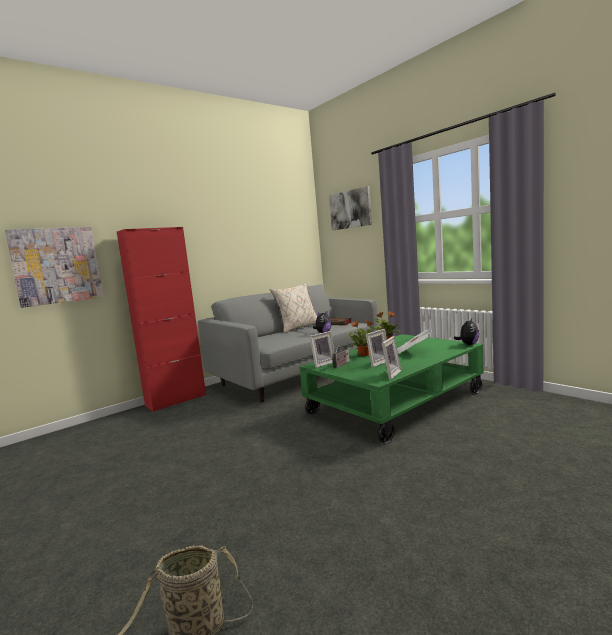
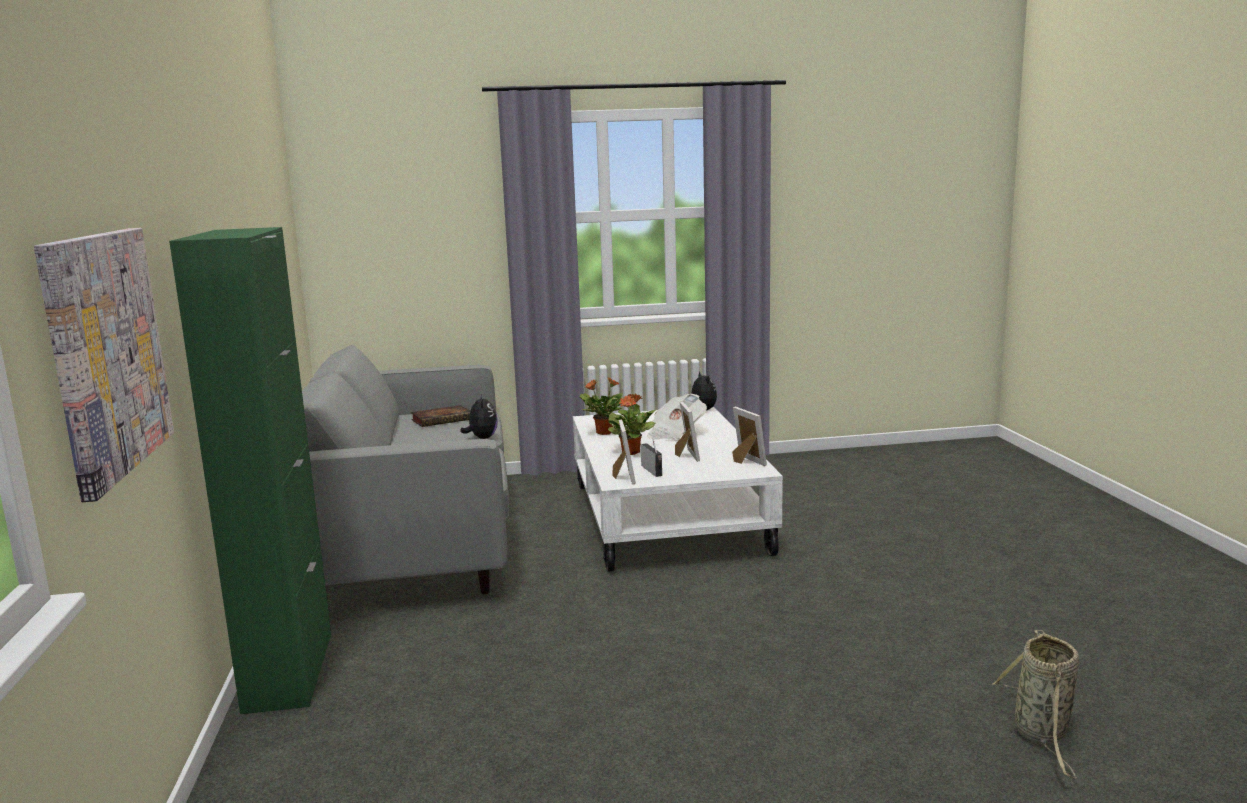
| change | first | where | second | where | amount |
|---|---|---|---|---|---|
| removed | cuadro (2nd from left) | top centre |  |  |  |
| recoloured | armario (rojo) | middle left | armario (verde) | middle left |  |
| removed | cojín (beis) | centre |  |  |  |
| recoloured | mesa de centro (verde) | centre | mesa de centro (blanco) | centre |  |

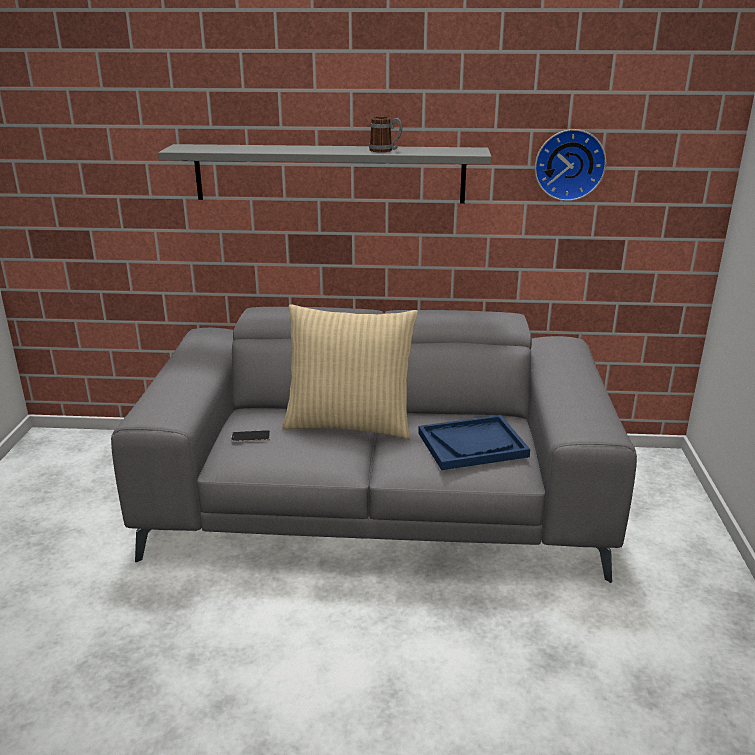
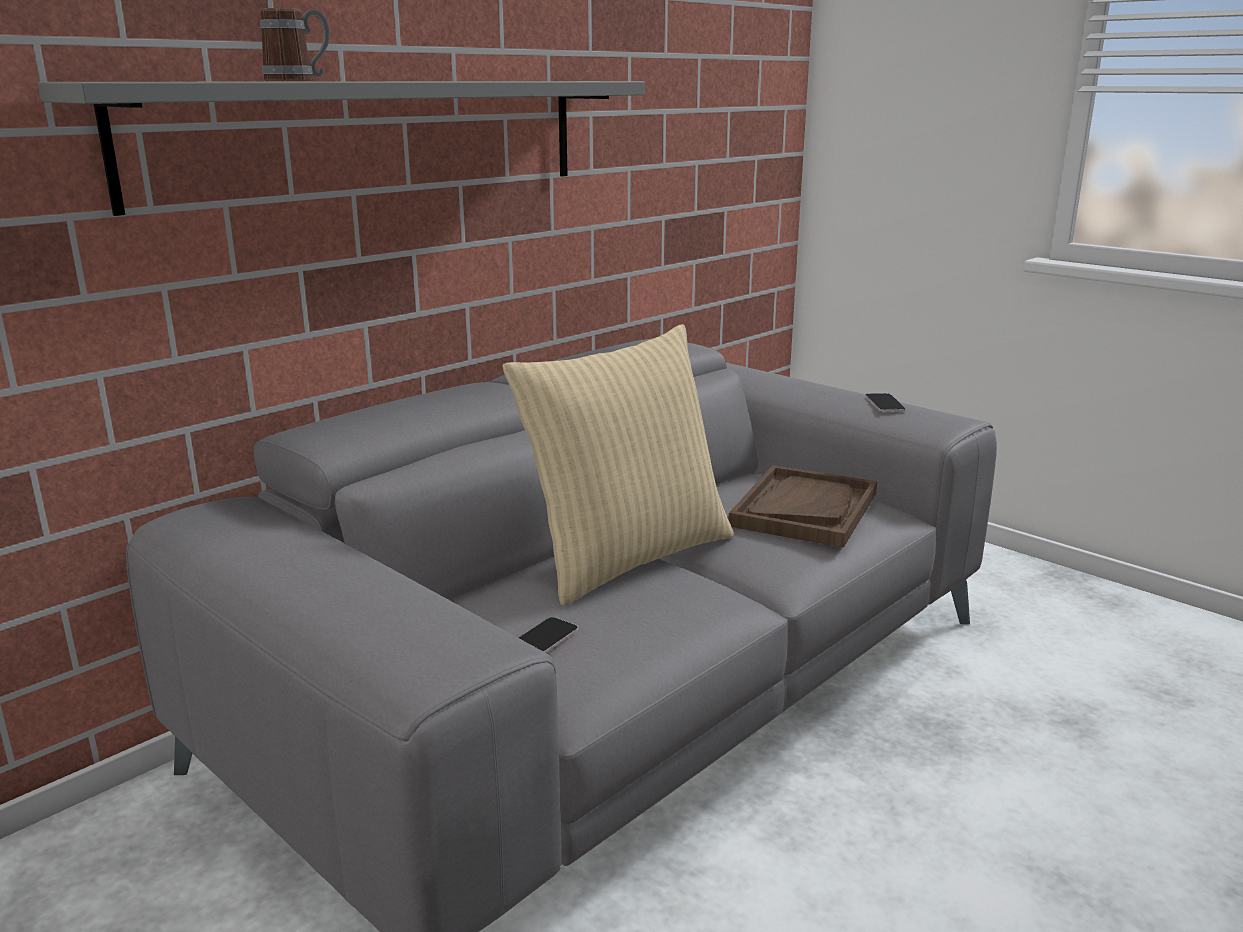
| change | first | where | second | where | amount |
|---|---|---|---|---|---|
| moved | taza grande | top centre |  | top left |  |
| removed | reloj de pared | top right |  |  |  |
| recoloured | bandeja (azul) | centre | bandeja (marrón) | centre |  |
| added |  |  | móvil (2nd from left) | middle right |  |

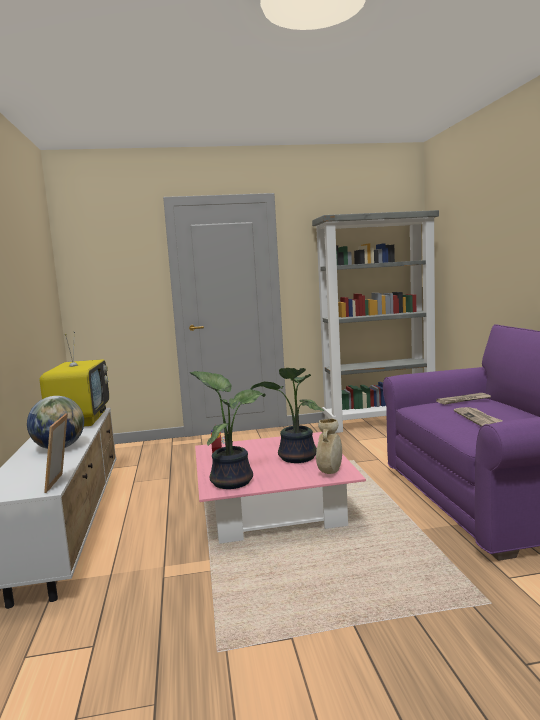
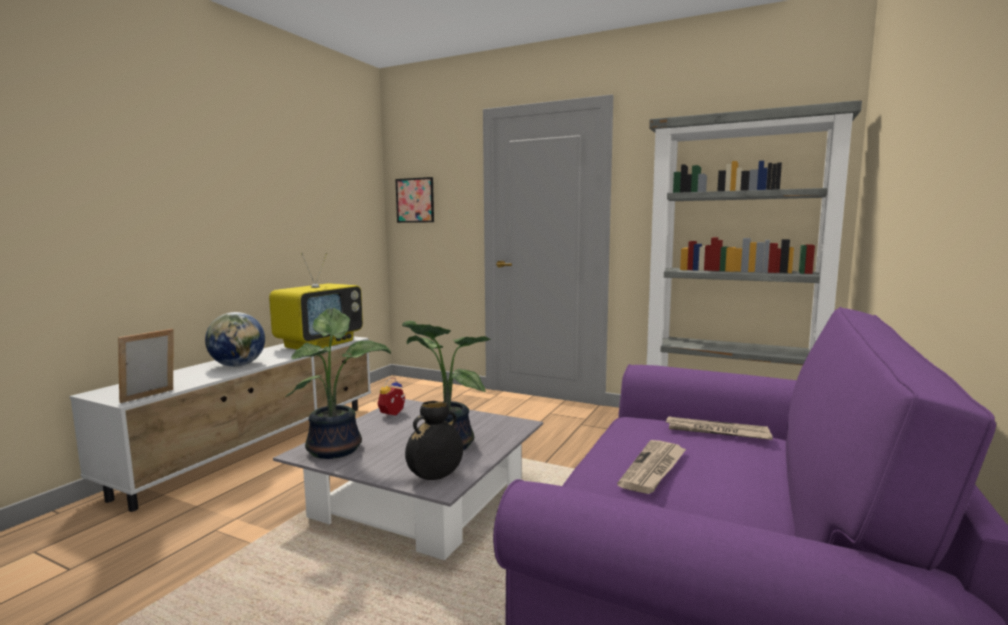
| change | first | where | second | where | amount |
|---|---|---|---|---|---|
| recoloured | florero (beis) | centre | florero (negro) | bottom centre |  |
| recoloured | mesa de centro (rosa) | bottom centre | mesa de centro (gris) | bottom centre |  |
| added |  |  | cuadro | top centre |  |

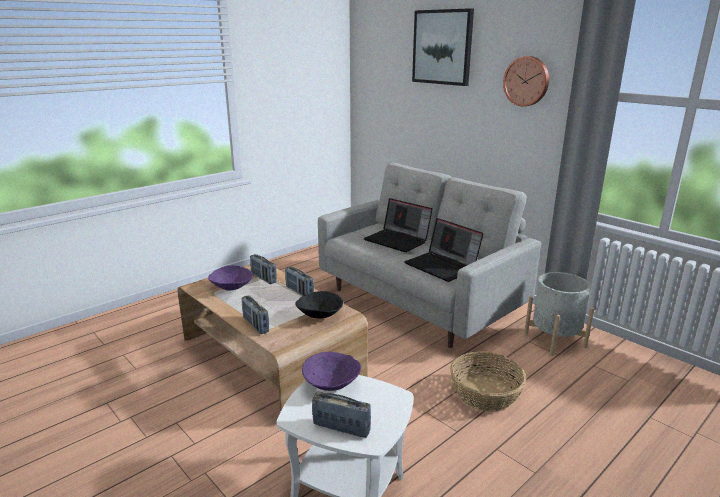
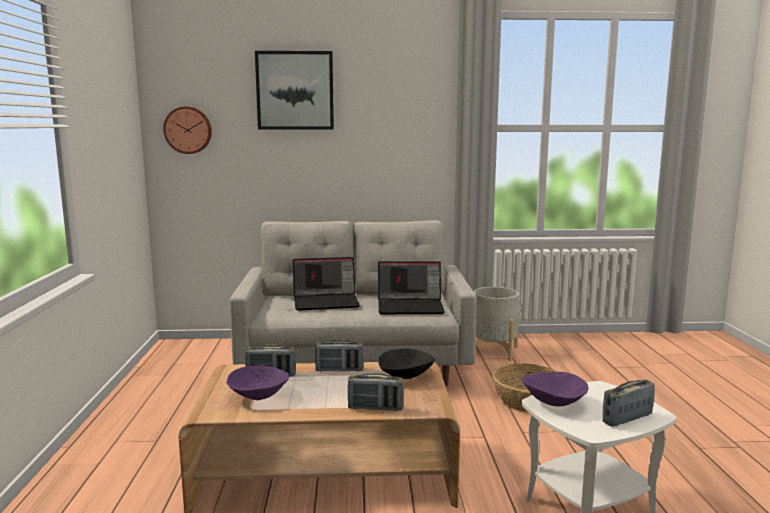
| change | first | where | second | where | amount |
|---|---|---|---|---|---|
| moved | reloj de pared | top right |  | top left |  |

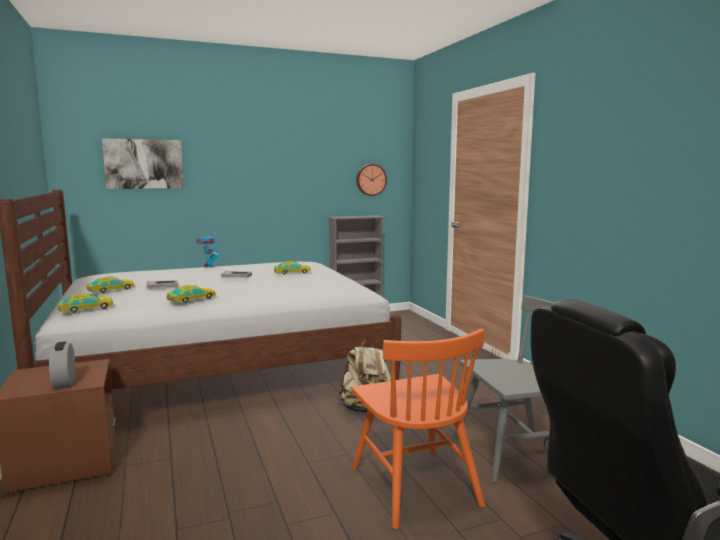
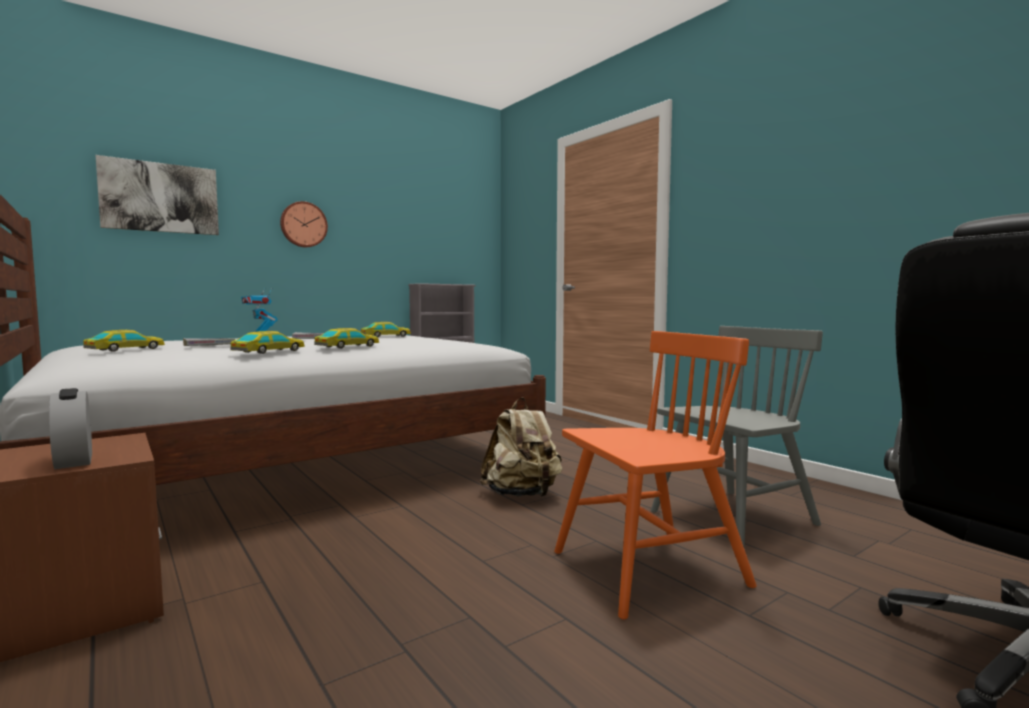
| change | first | where | second | where | amount |
|---|---|---|---|---|---|
| moved | reloj de pared | centre |  | top left |  |
| moved | coche de juguete (1st from left in the first image) | middle left | coche de juguete (3rd from left) | centre |  |
| turned | silla (naranja) | bottom centre |  | bottom centre | 75 degrees counterclockwise |

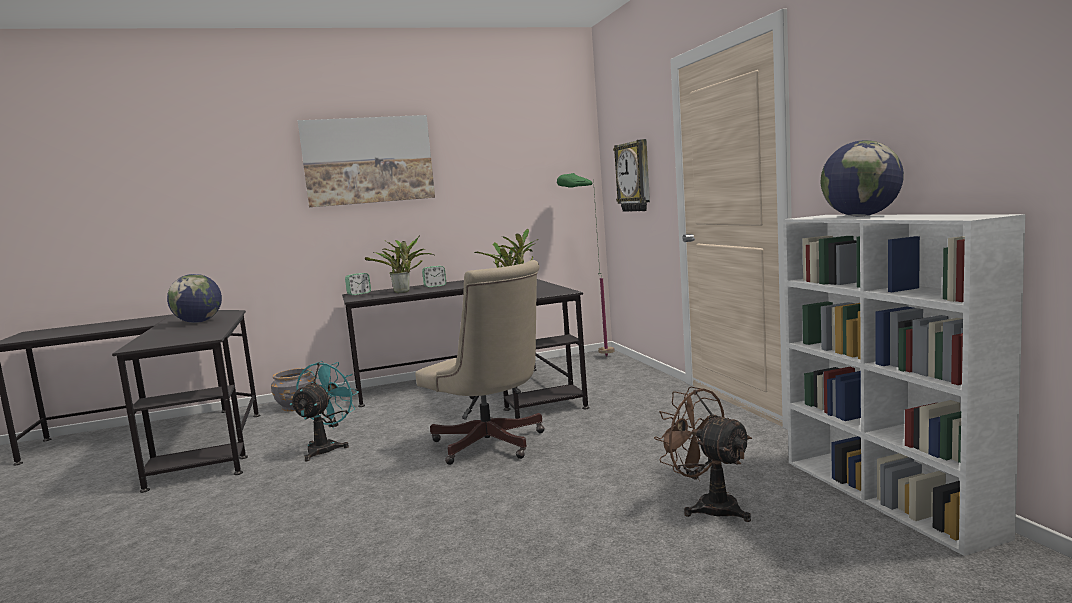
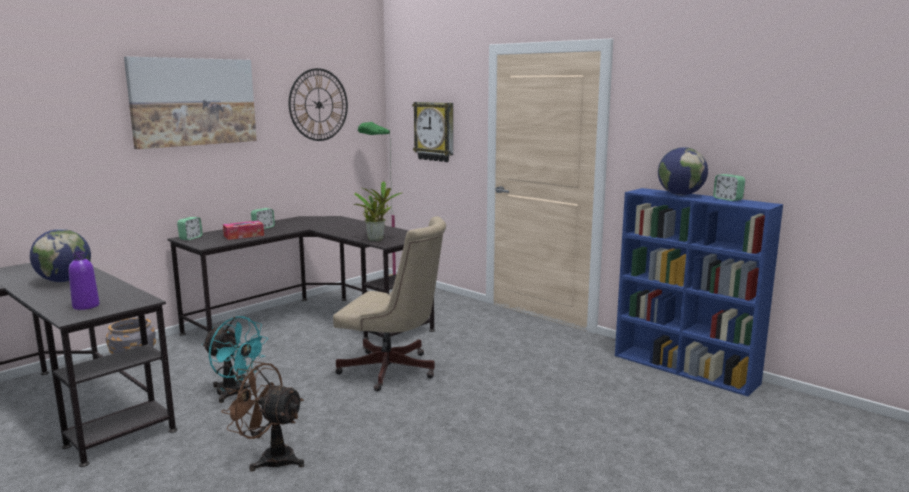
| change | first | where | second | where | amount |
|---|---|---|---|---|---|
| recoloured | estantería (blanco) | middle right | estantería (azul) | middle right |  |
| replaced | planta en maceta (1st from left) | centre | caja de pañuelos | middle left |  |
| turned | ventilador (turquesa) | bottom left |  | bottom left | 135 degrees clockwise |
| moved | ventilador (marrón) | bottom centre |  | bottom left |  |
| added |  |  | reloj de pared (1st from left) | top centre |  |
| added |  |  | despertador (3rd from left) | middle right |  |
| added |  |  | botella (morado) | middle left |  |

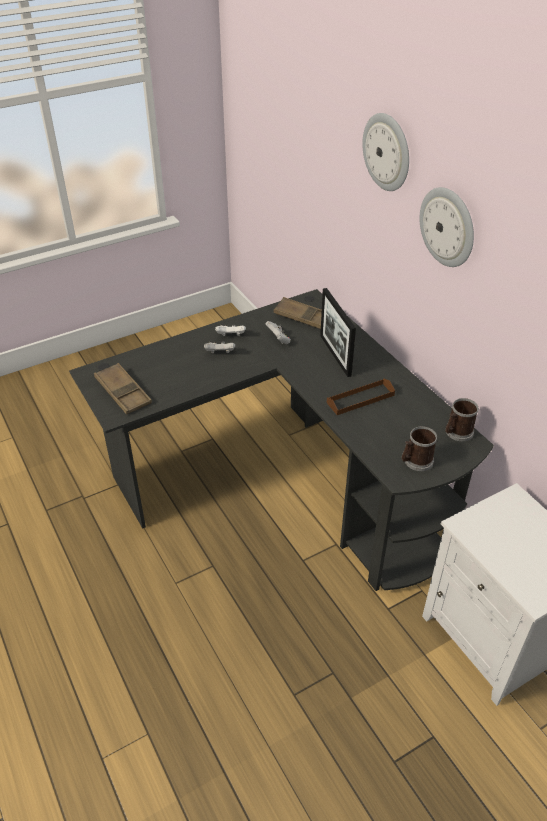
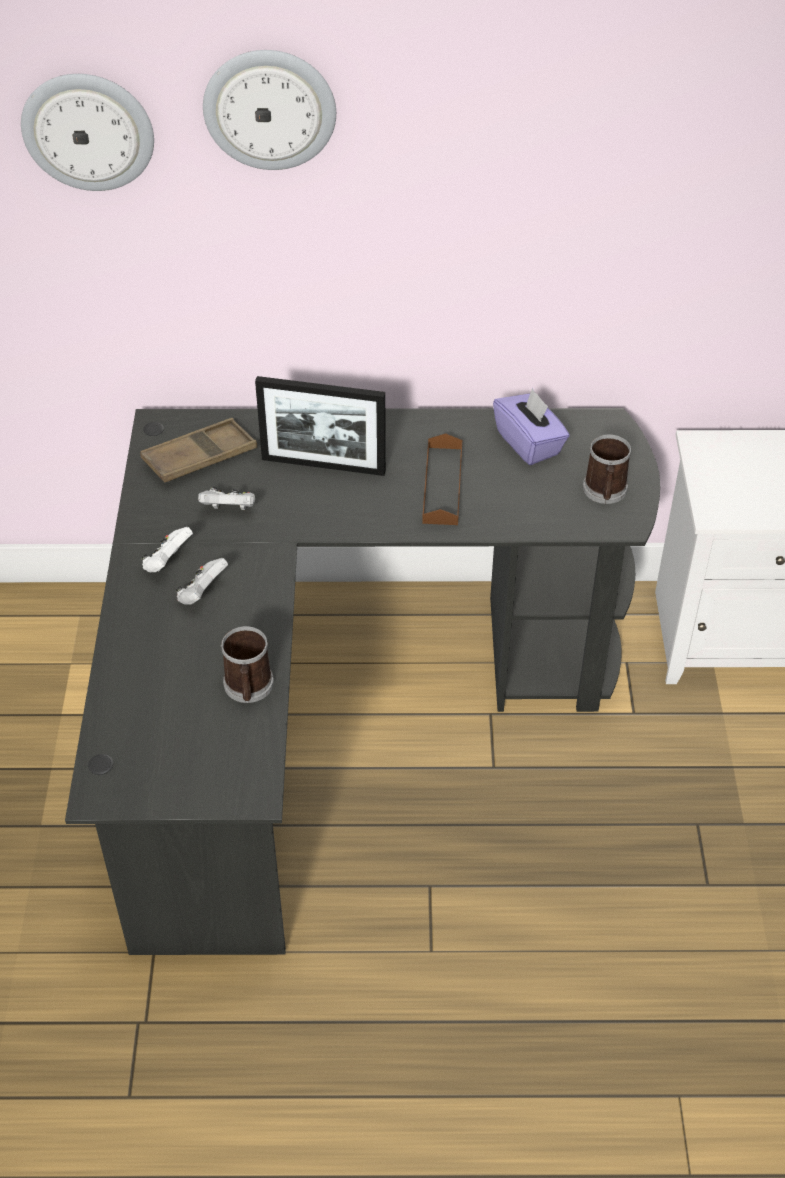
| change | first | where | second | where | amount |
|---|---|---|---|---|---|
| moved | reloj de pared (2nd from left in the first image) | top right | reloj de pared (1st from left) | top left |  |
| removed | bandeja (marrón) (1st from left) | middle left |  |  |  |
| moved | taza grande (2nd from left in the first image) | middle right | taza grande (1st from left) | middle left |  |
| added |  |  | caja de pañuelos (morado) | middle right |  |

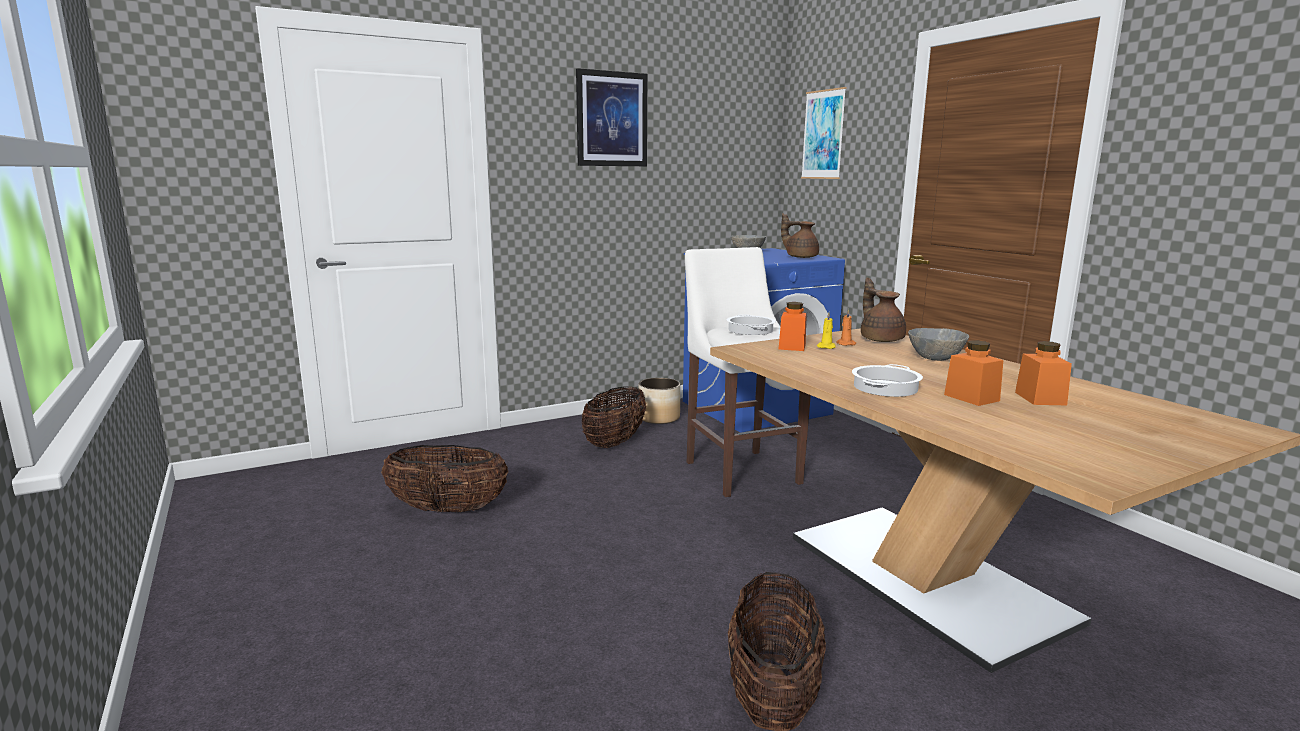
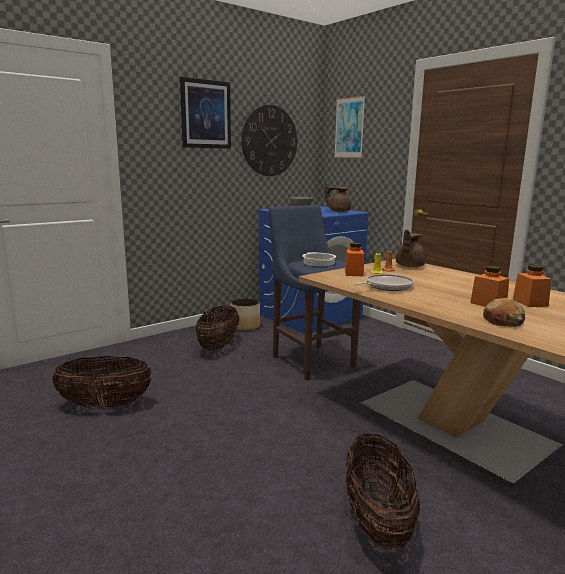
| change | first | where | second | where | amount |
|---|---|---|---|---|---|
| recoloured | taburete (blanco) | centre | taburete (azul) | centre |  |
| turned | tetera (marrón) (2nd from left) | middle right |  | middle right | 120 degrees counterclockwise |
| removed | cuenco (gris) (2nd from left) | middle right |  |  |  |
| removed | olla (2nd from left) | middle right |  |  |  |
| added |  |  | reloj de pared | top centre |  |
| added |  |  | sartén | middle right |  |
| added |  |  | pan | middle right |  |

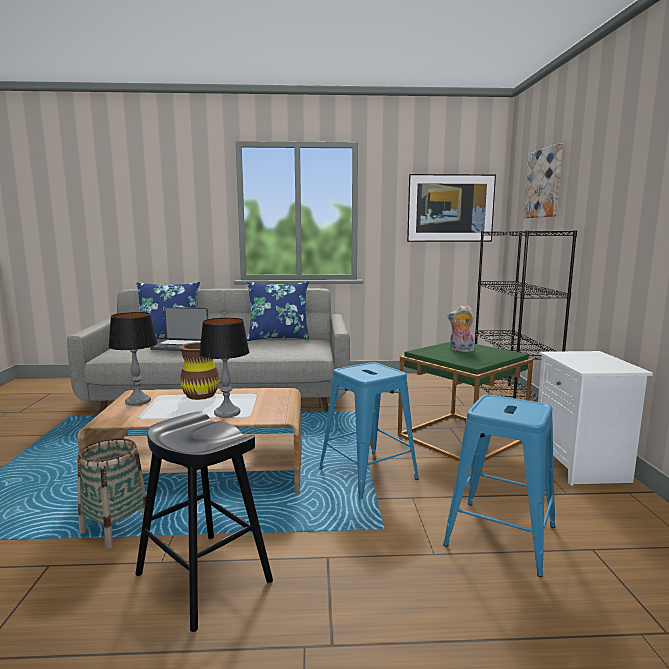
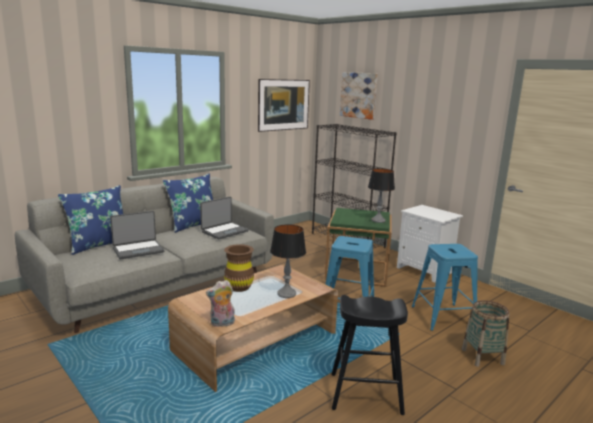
| change | first | where | second | where | amount |
|---|---|---|---|---|---|
| moved | peluche | middle right |  | bottom centre |  |
| moved | lámpara de mesa (1st from left in the first image) | middle left | lámpara de mesa (2nd from left) | centre |  |
| moved | cesta | bottom left |  | bottom right |  |
| added |  |  | portátil (2nd from left) | centre |  |

